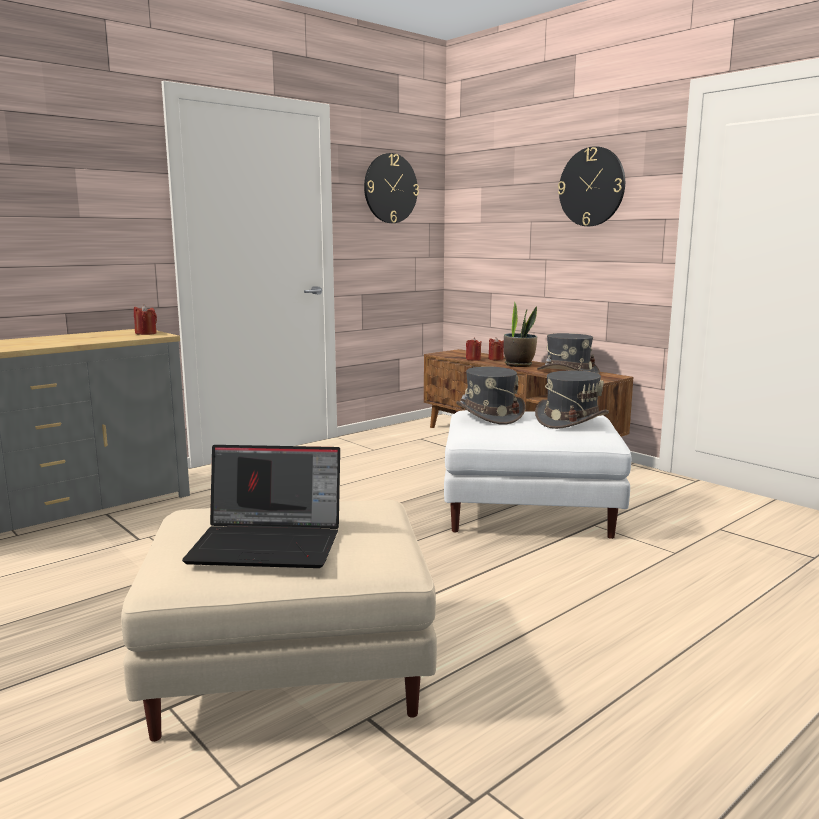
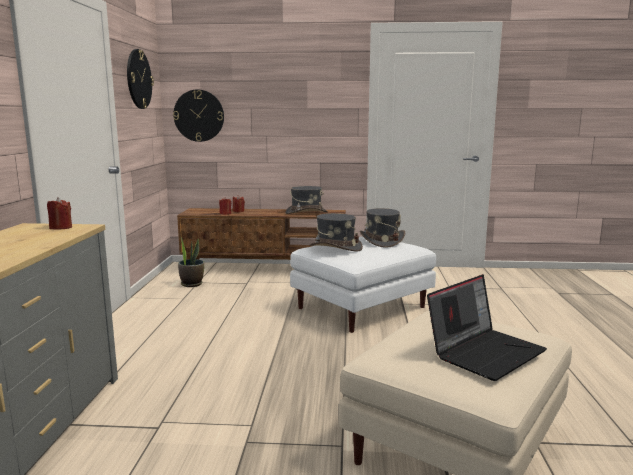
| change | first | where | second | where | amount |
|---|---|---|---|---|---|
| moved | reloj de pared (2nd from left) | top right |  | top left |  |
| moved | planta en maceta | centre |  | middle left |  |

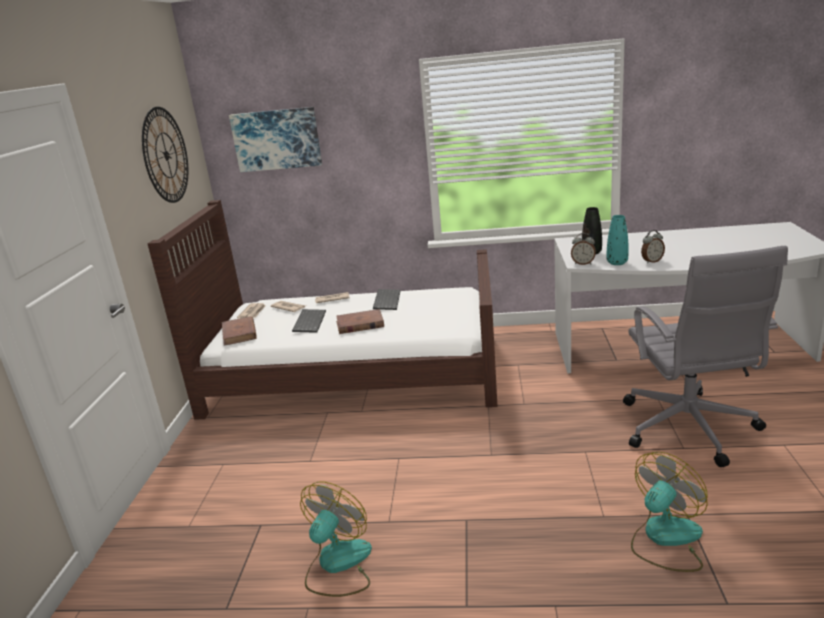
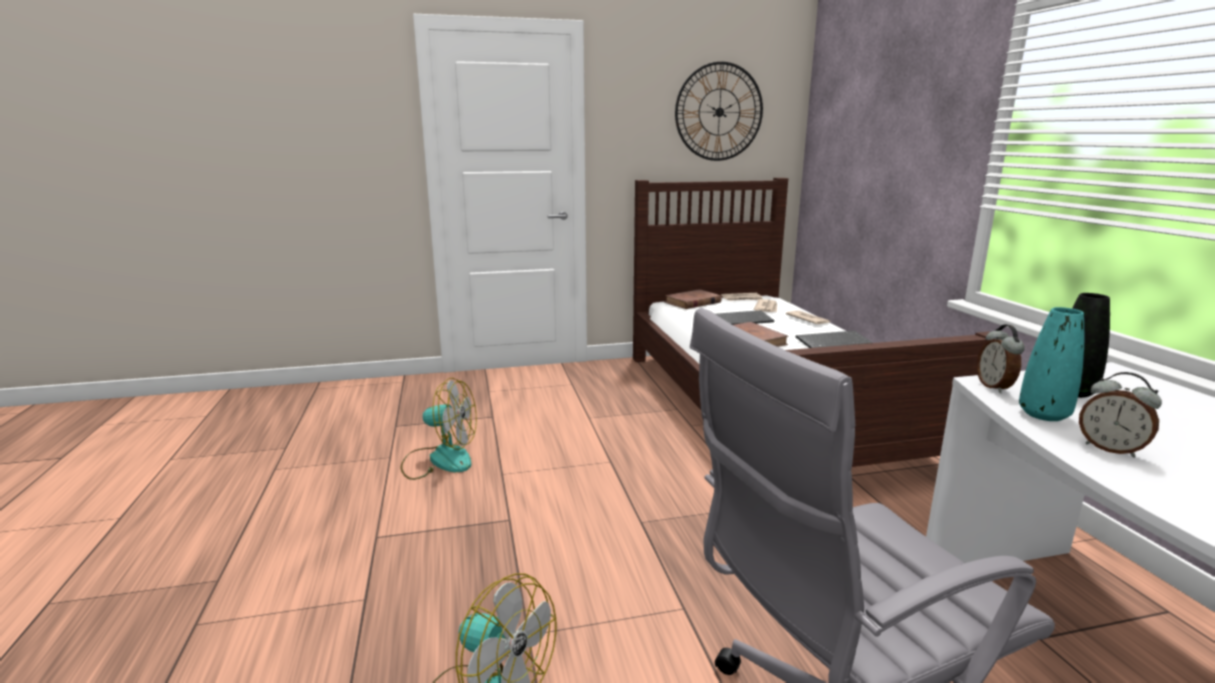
| change | first | where | second | where | amount |
|---|---|---|---|---|---|
| removed | cuadro | top centre |  |  |  |

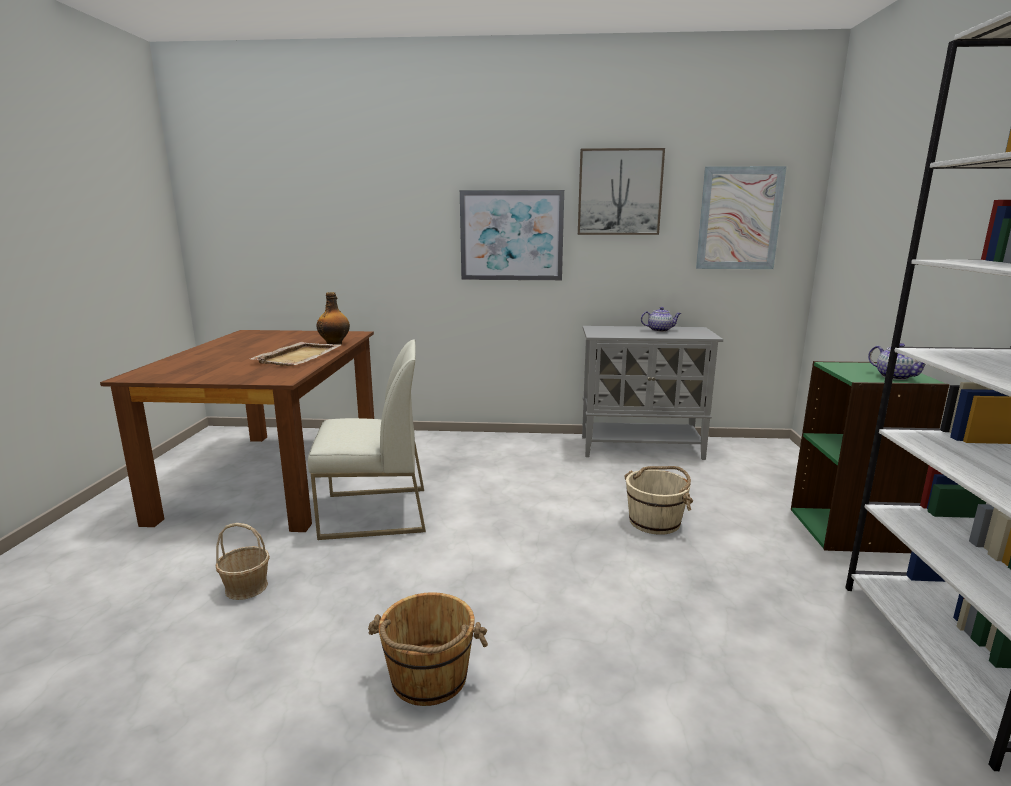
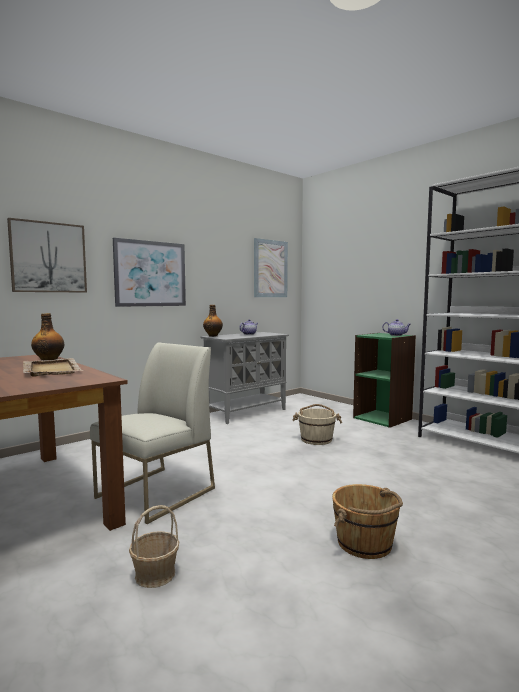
| change | first | where | second | where | amount |
|---|---|---|---|---|---|
| moved | cuadro (2nd from left in the first image) | top centre | cuadro (1st from left) | middle left |  |
| added |  |  | botella (2nd from left) | centre |  |

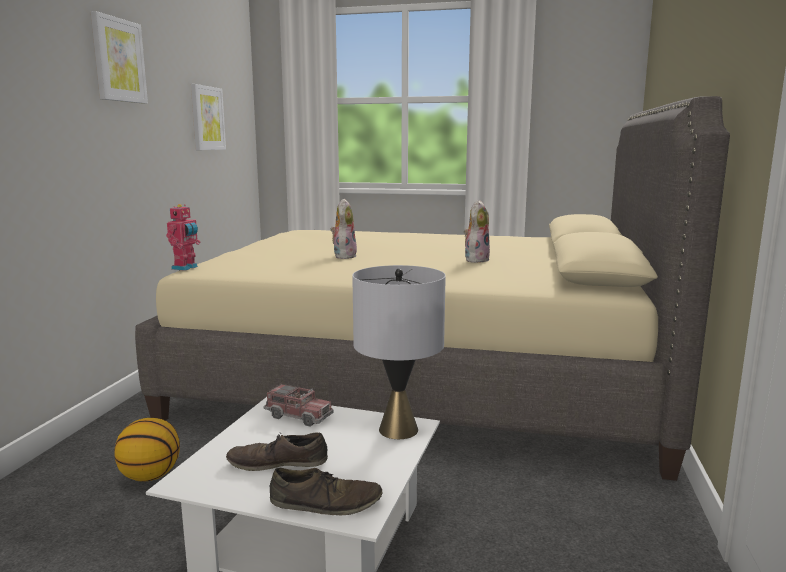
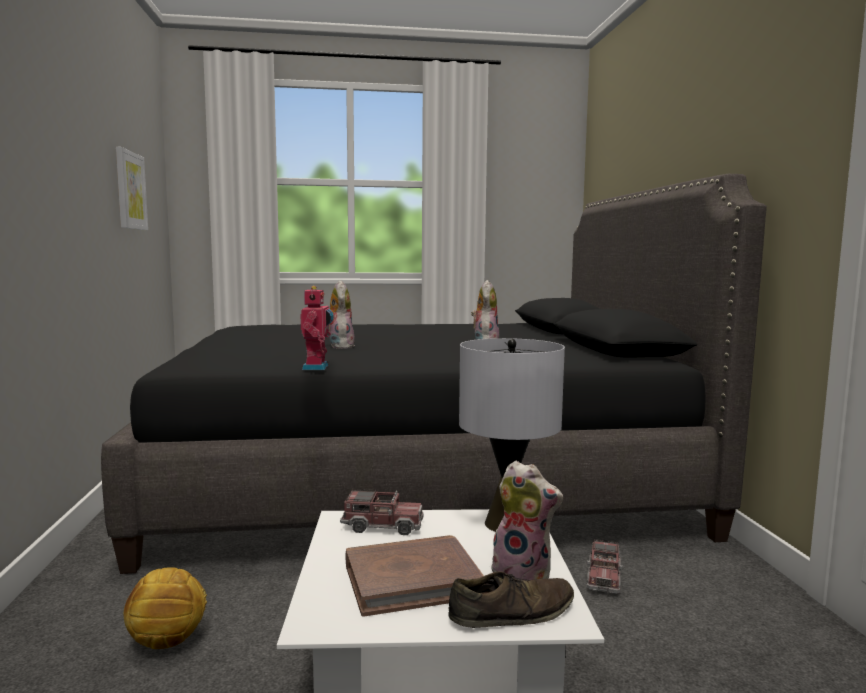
| change | first | where | second | where | amount |
|---|---|---|---|---|---|
| removed | cuadro (1st from left) | top left |  |  |  |
| recoloured | cama (beis) | centre | cama (negro) | centre |  |
| moved | robot de juguete | middle left |  | centre |  |
| replaced | balón de baloncesto | bottom left | balón de fútbol | bottom left |  |
| replaced | zapato (marrón) (1st from left) | bottom centre | libro (marrón) | bottom centre |  |
| added |  |  | peluche (3rd from left) | bottom centre |  |
| added |  |  | camión de juguete (2nd from left) | bottom right |  |

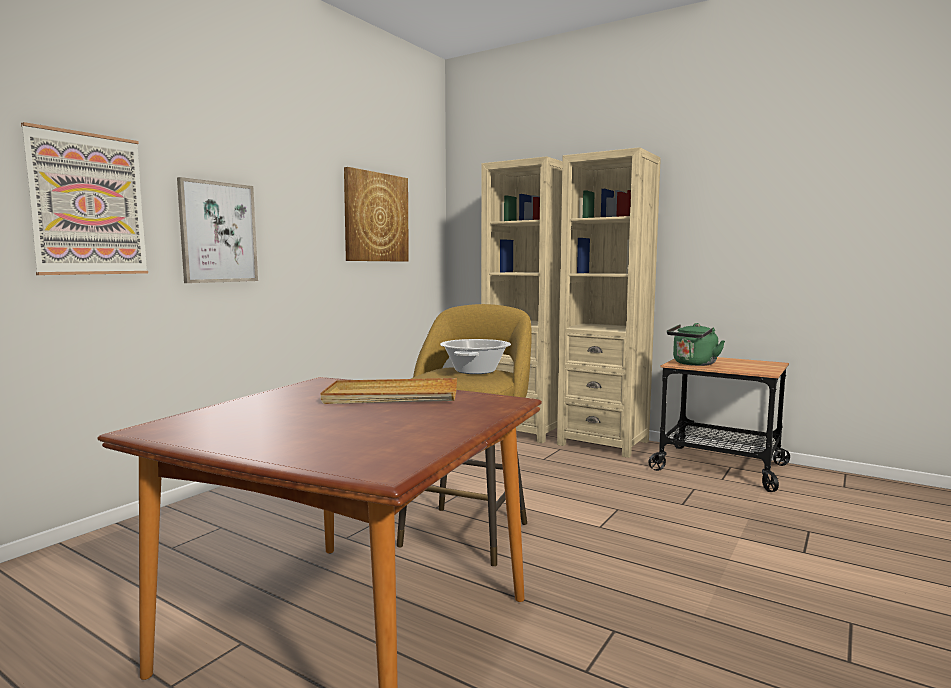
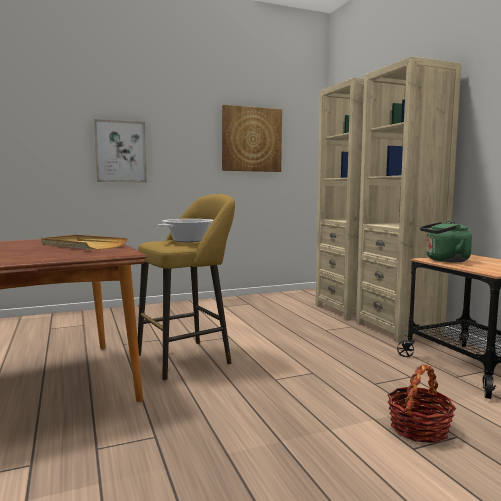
| change | first | where | second | where | amount |
|---|---|---|---|---|---|
| removed | cuadro (1st from left) | top left |  |  |  |
| added |  |  | cesta | bottom right |  |

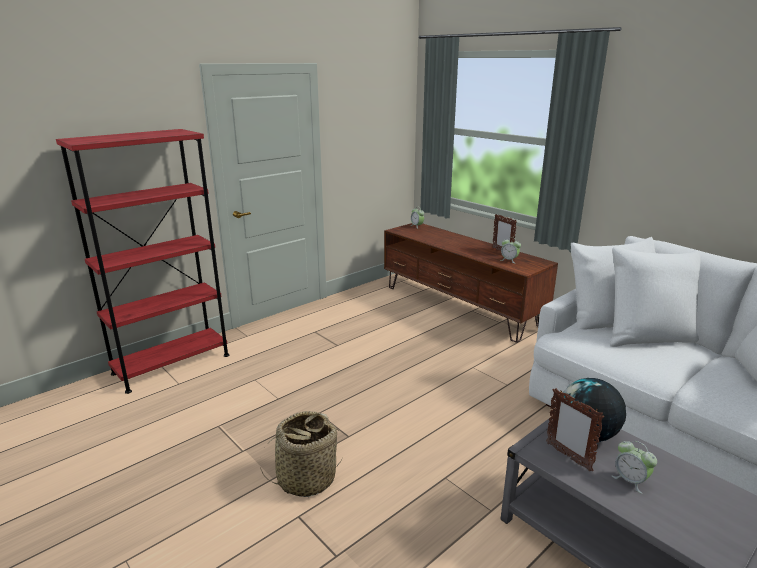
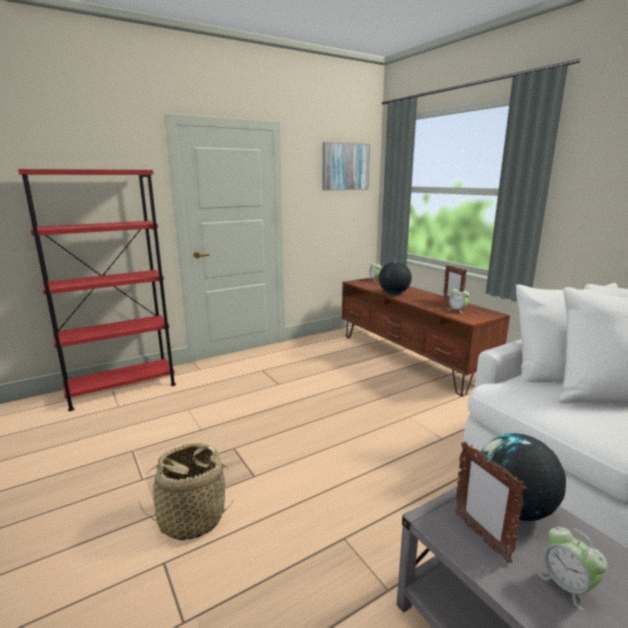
| change | first | where | second | where | amount |
|---|---|---|---|---|---|
| added |  |  | cuadro | top centre |  |
| added |  |  | globo terráqueo (1st from left) | centre |  |

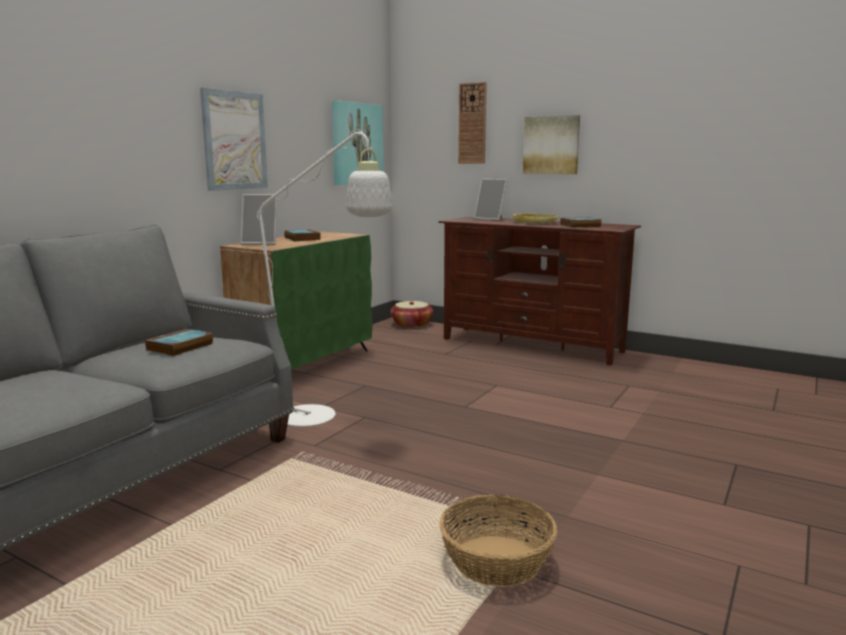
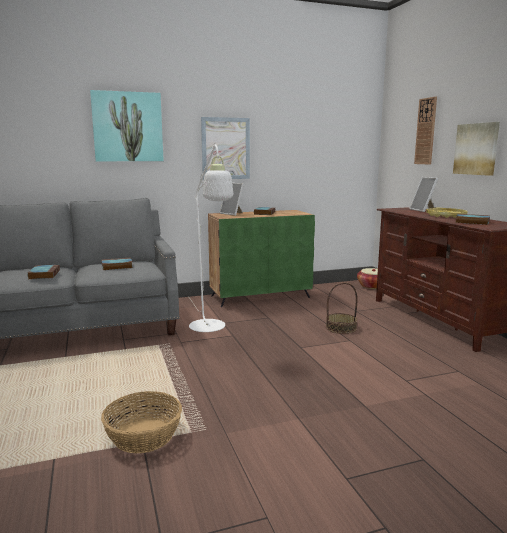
| change | first | where | second | where | amount |
|---|---|---|---|---|---|
| moved | cuadro (2nd from left in the first image) | top centre | cuadro (1st from left) | top left |  |
| added |  |  | libro (1st from left) | middle left |  |
| added |  |  | cesta (2nd from left) | middle right |  |

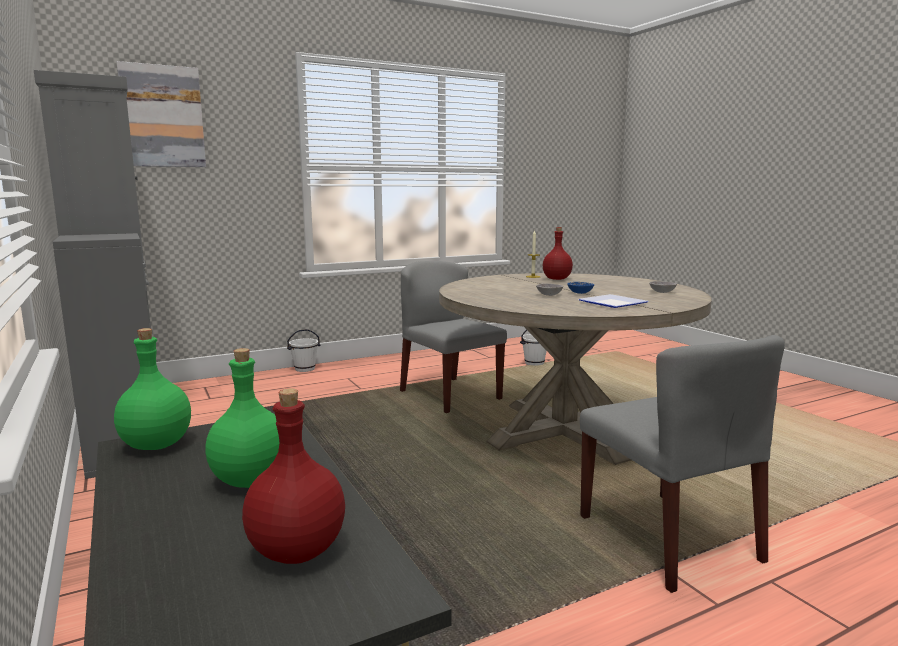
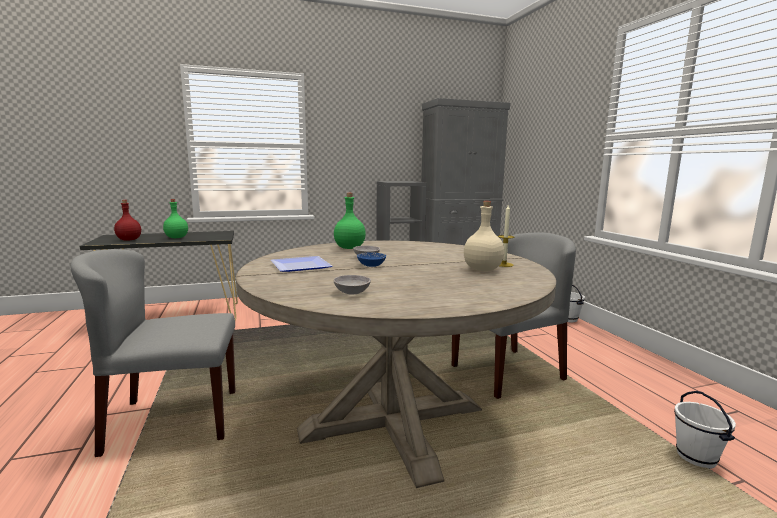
| change | first | where | second | where | amount |
|---|---|---|---|---|---|
| removed | cuadro | top left |  |  |  |
| recoloured | botella (rojo) (2nd from left) | centre | botella (beis) | centre |  |
| moved | botella (verde) (1st from left in the first image) | middle left | botella (verde) (2nd from left) | centre |  |

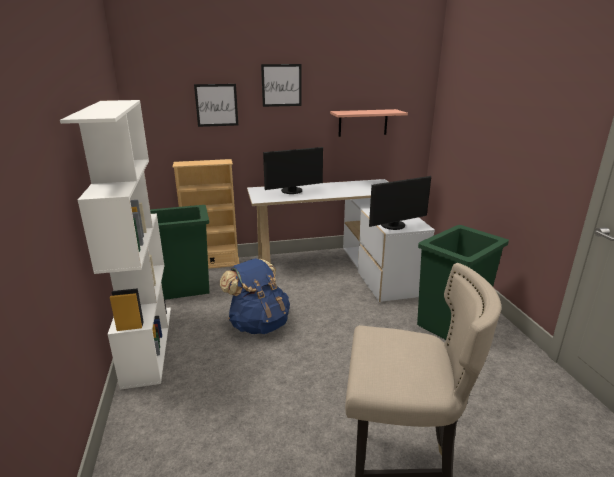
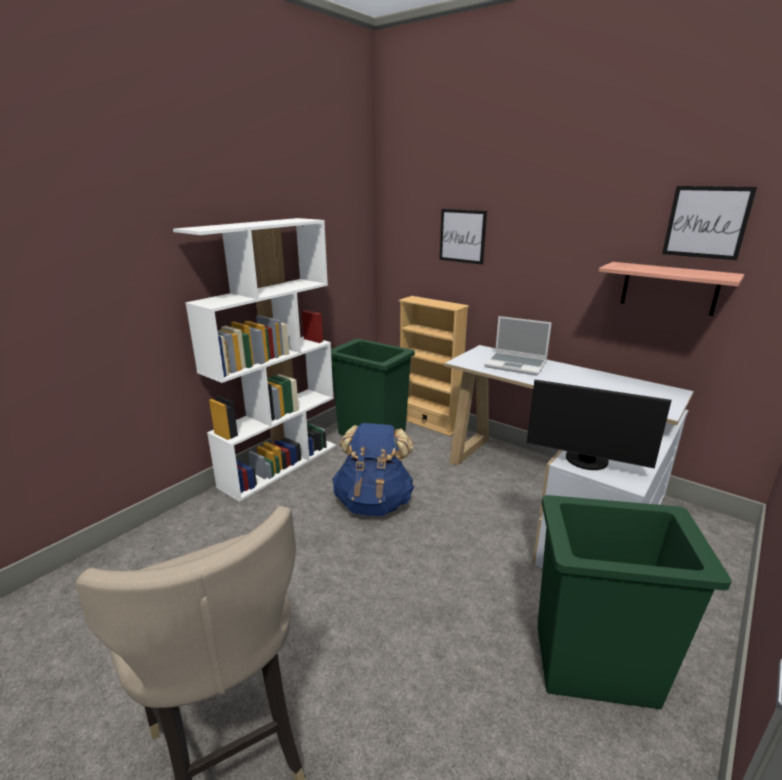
| change | first | where | second | where | amount |
|---|---|---|---|---|---|
| moved | cuadro (2nd from left) | top centre |  | top right |  |
| replaced | monitor (1st from left) | centre | portátil | centre |  |

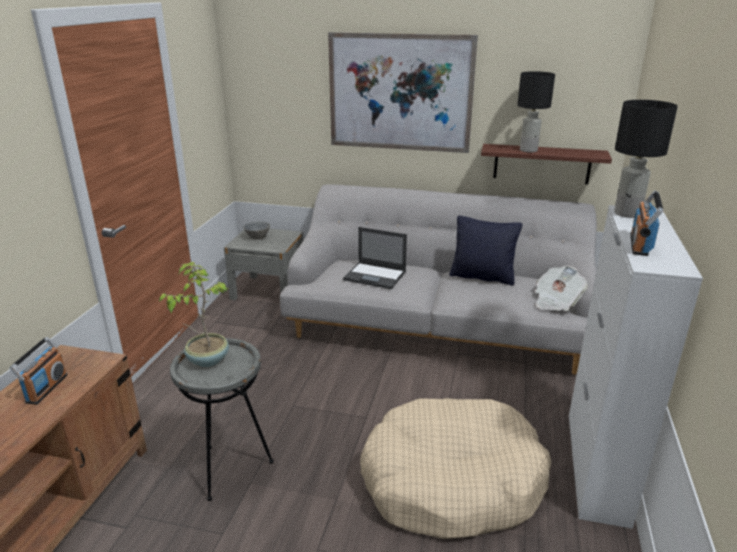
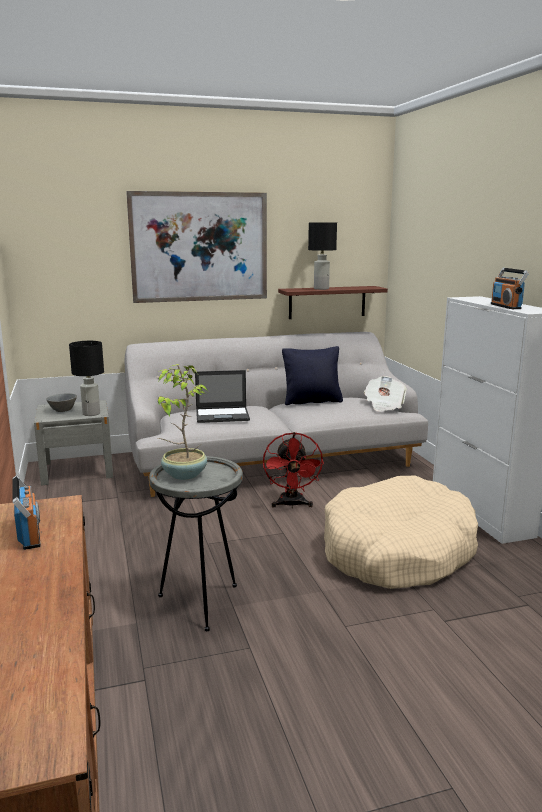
| change | first | where | second | where | amount |
|---|---|---|---|---|---|
| moved | lámpara de mesa (negro) (2nd from left in the first image) | top right | lámpara de mesa (negro) (1st from left) | middle left |  |
| added |  |  | ventilador (rojo) | centre |  |

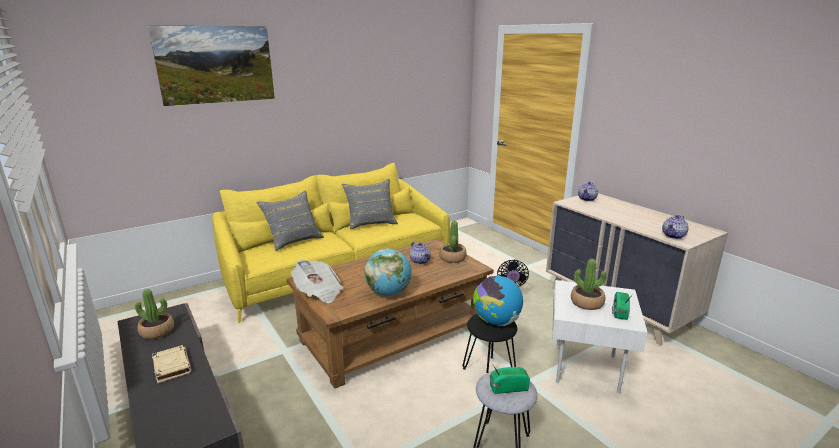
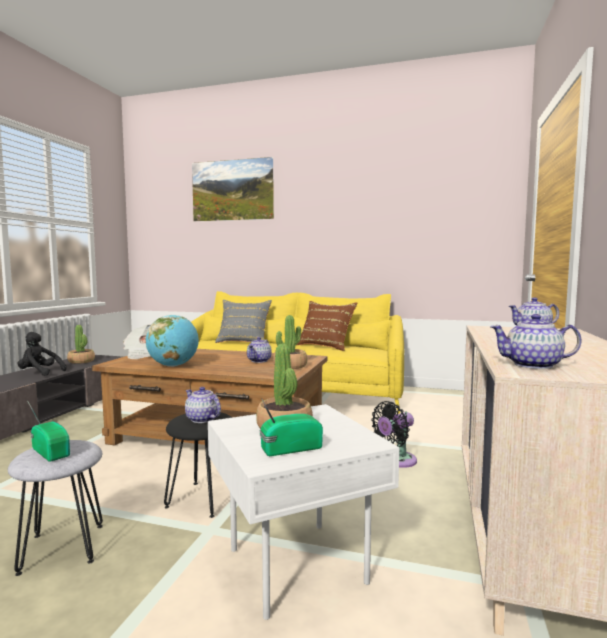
| change | first | where | second | where | amount |
|---|---|---|---|---|---|
| recoloured | cojín (gris) (2nd from left) | centre | cojín (marrón) | centre |  |
| replaced | globo terráqueo (2nd from left) | bottom centre | tetera (1st from left) | centre |  |
| replaced | libro (beis) | bottom left | peluche (negro) | middle left |  |

